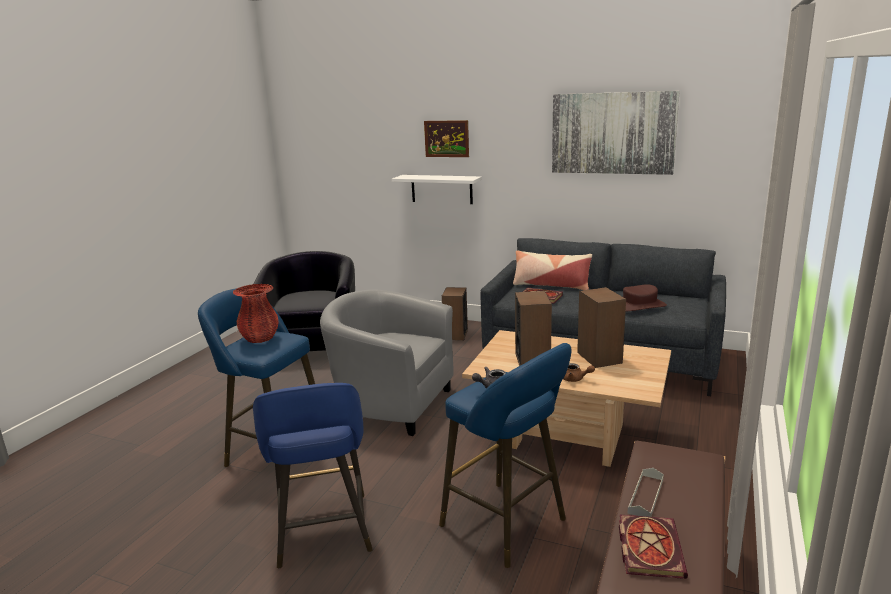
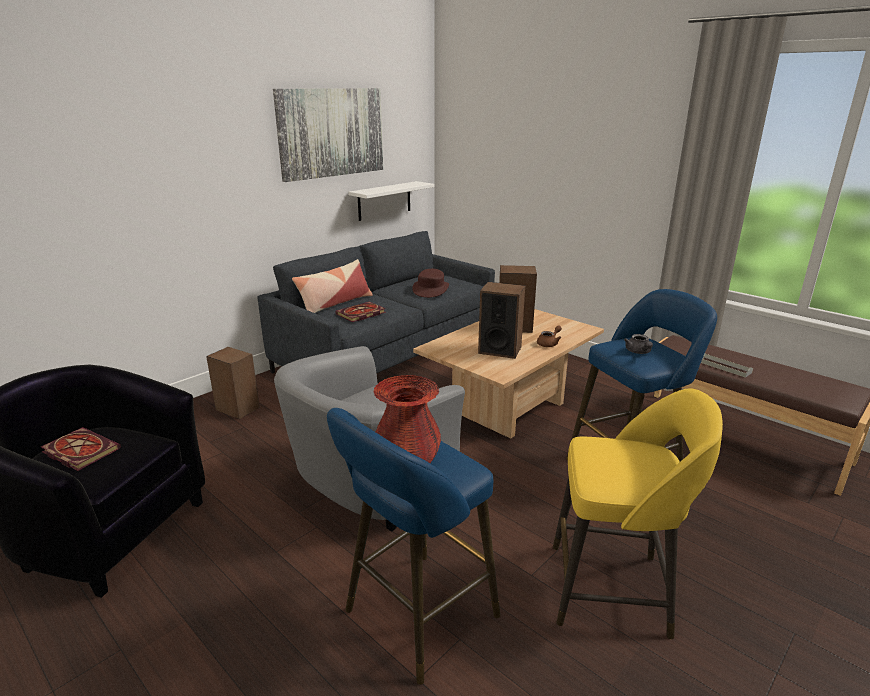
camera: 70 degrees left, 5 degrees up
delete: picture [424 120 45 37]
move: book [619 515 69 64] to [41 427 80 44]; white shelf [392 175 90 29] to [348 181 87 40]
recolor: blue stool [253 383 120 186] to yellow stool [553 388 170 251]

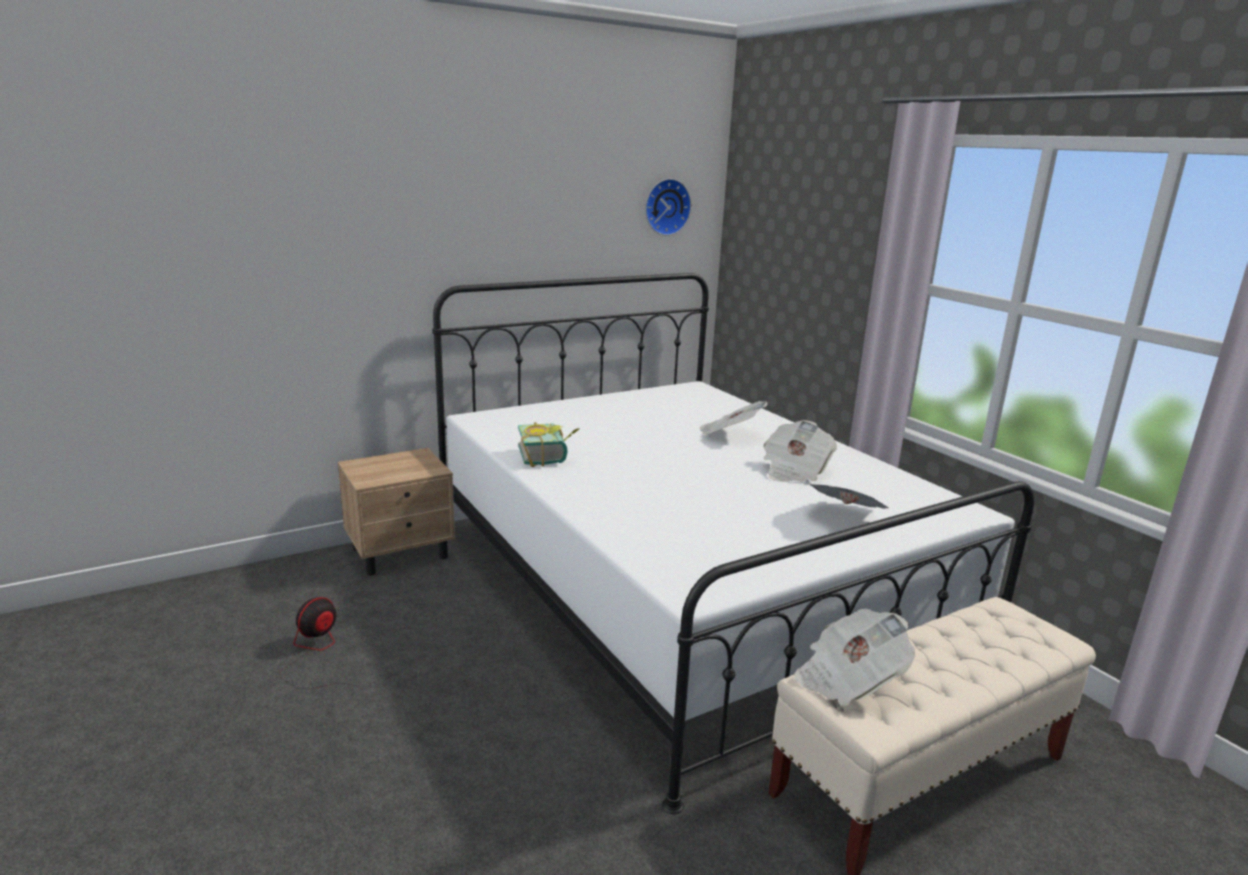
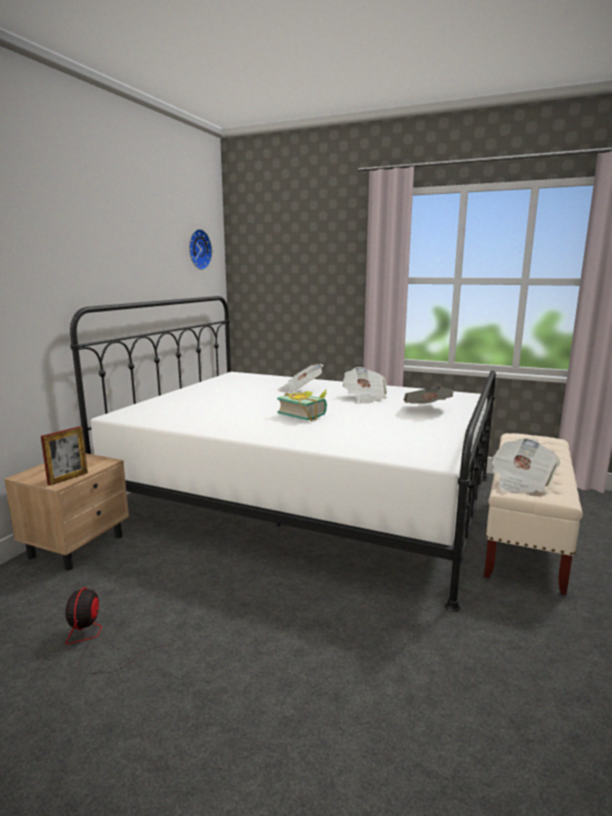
camera: 35 degrees left, 5 degrees down
insert: picture frame [41 426 47 60]
move: book [518 422 61 45] to [277 390 50 31]

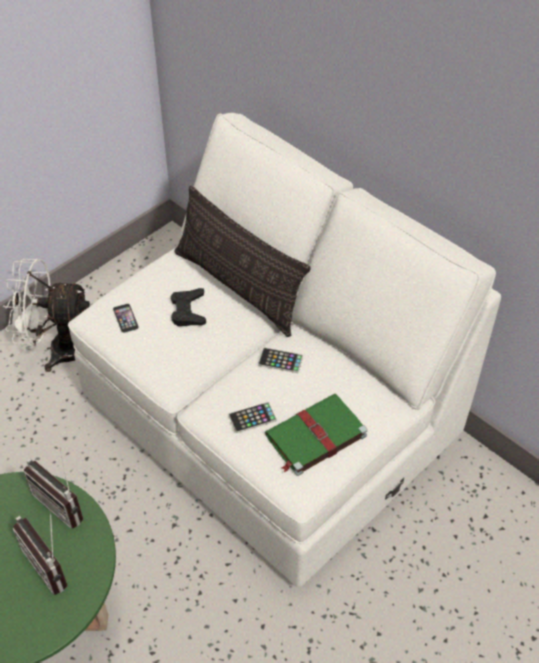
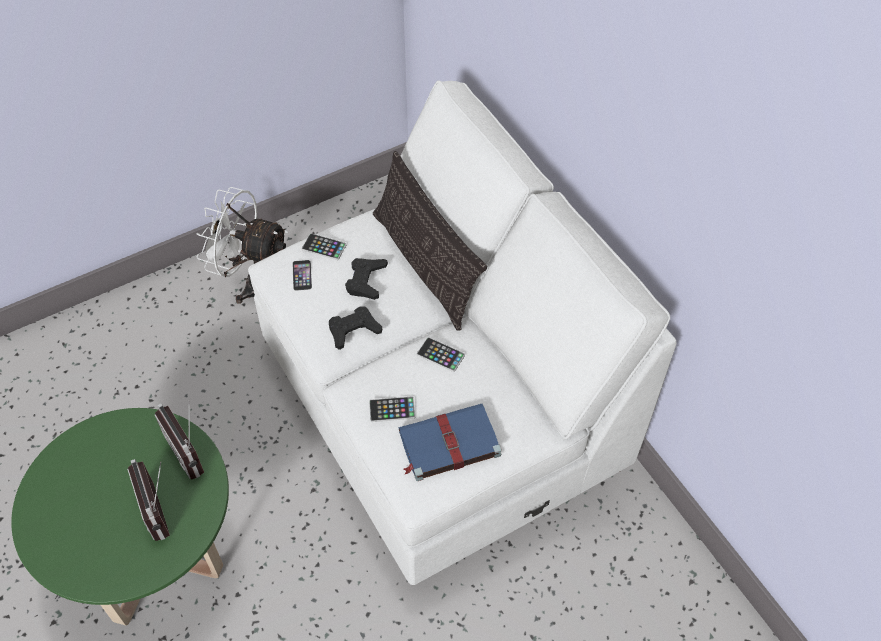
camera: 15 degrees right, 5 degrees up
insert: phone [302 233 44 27]; black game controller [329 307 53 43]
recolor: green book [265 394 102 82] to blue book [399 404 103 77]

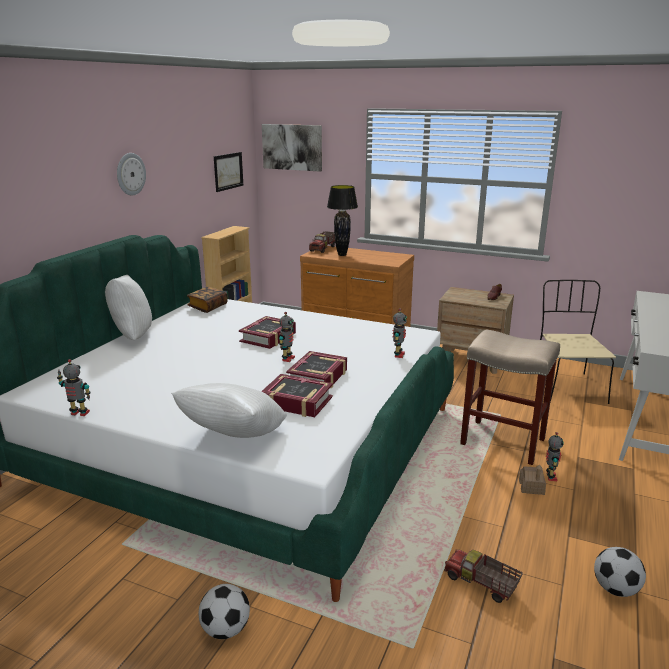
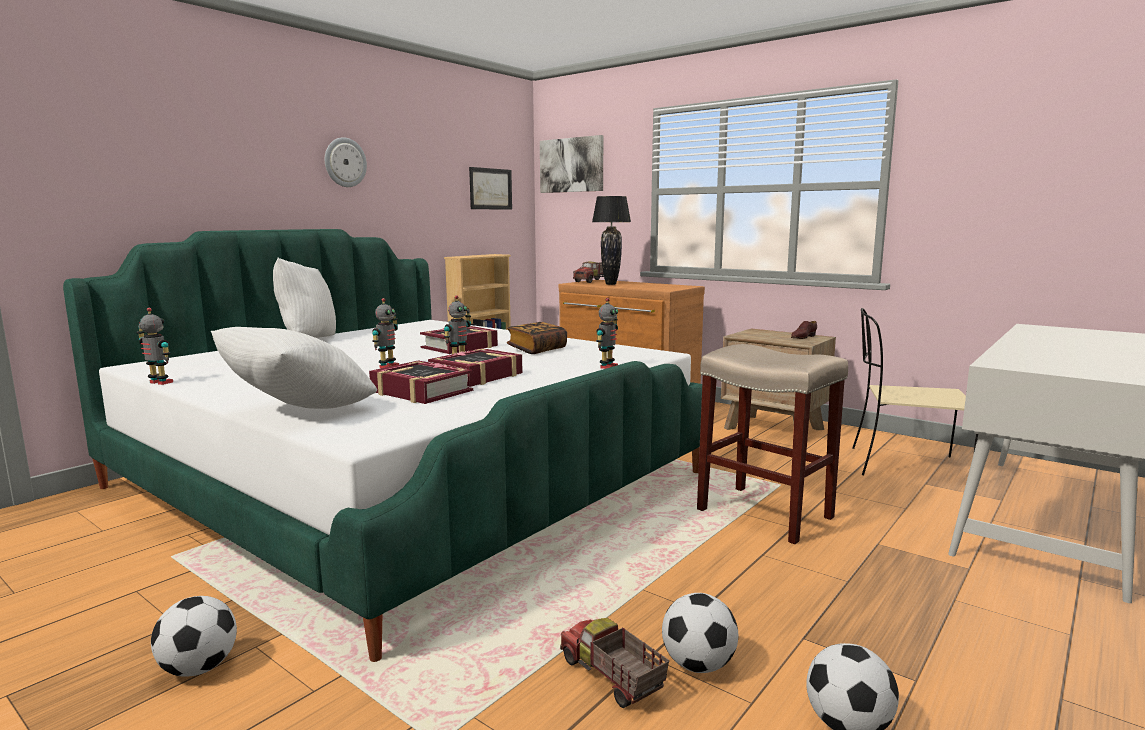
camera: 15 degrees right, 10 degrees down
delete: toy house [519 464 27 31]
insert: football [662 593 76 80]
move: toy robot [546 432 18 49] to [372 298 27 70]; book [187 287 41 26] to [507 322 60 32]
rotate: beige chair [540 280 76 124] = [852 308 126 167] 90 degrees counterclockwise

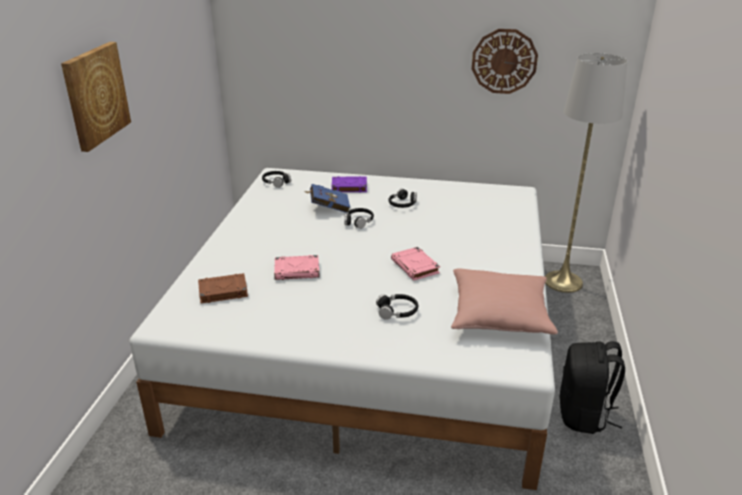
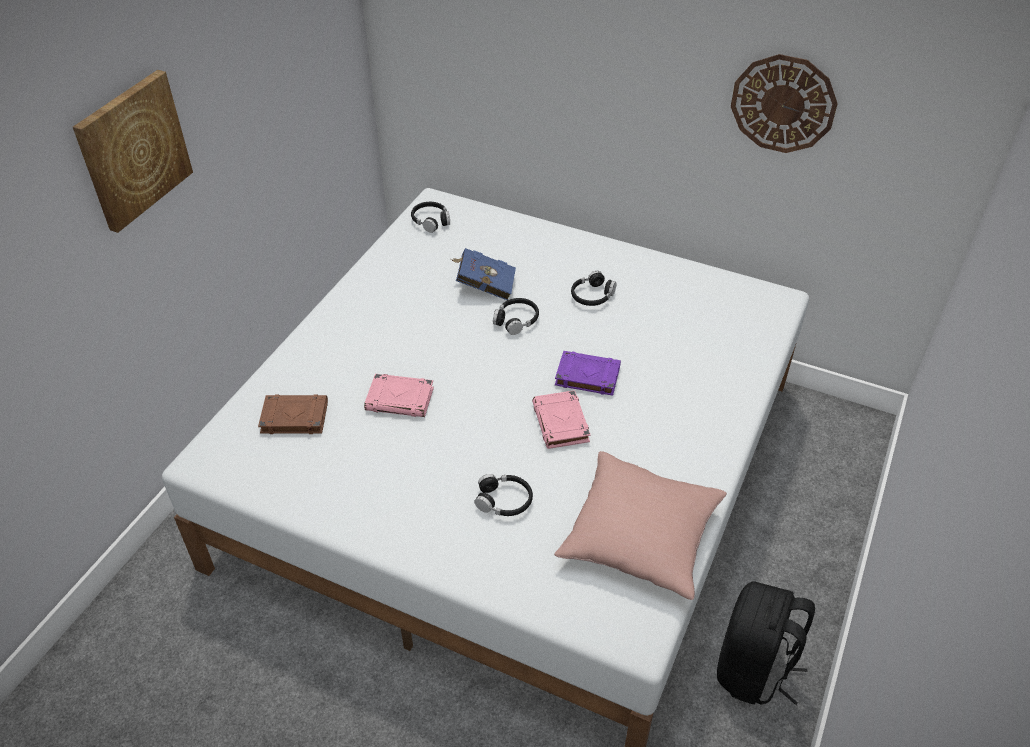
camera: 15 degrees right, 15 degrees up
delete: grey floor lamp [545 53 82 240]
move: purple book [331 176 36 17] to [555 351 66 45]

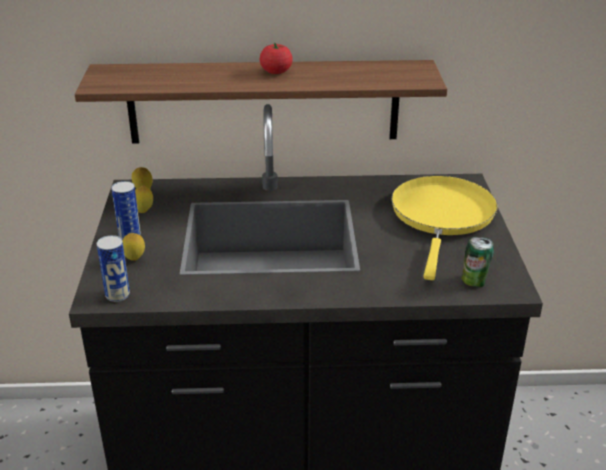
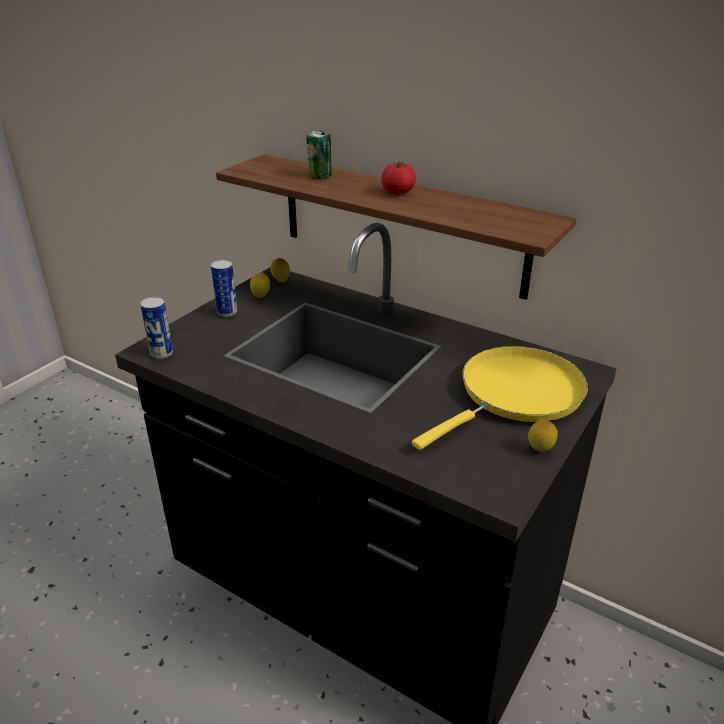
camera: 35 degrees right, 0 degrees up
move: can [461 236 33 51] to [306 131 26 48]; lemon [122 233 23 28] to [528 420 30 32]

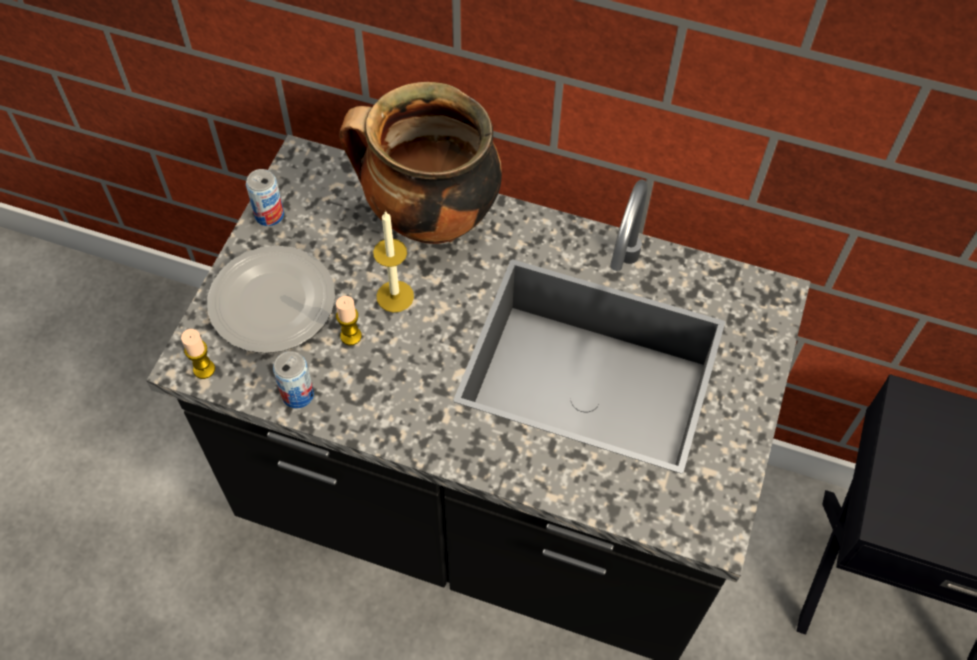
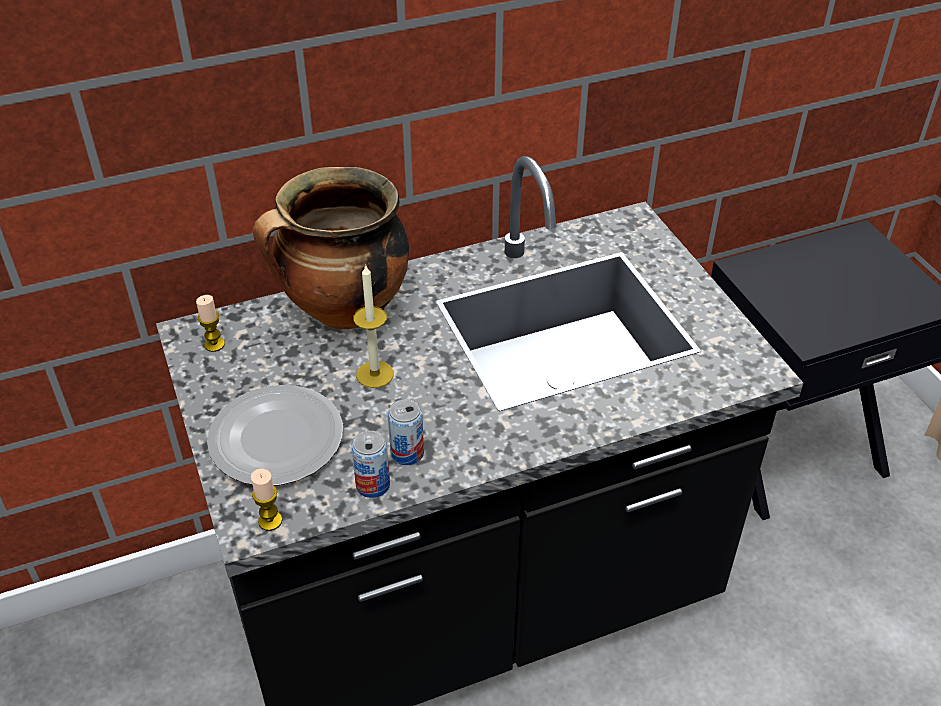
camera: 40 degrees left, 15 degrees down
move: candle [336 296 26 49] to [196 295 29 57]; can [246 169 38 57] to [388 399 36 66]

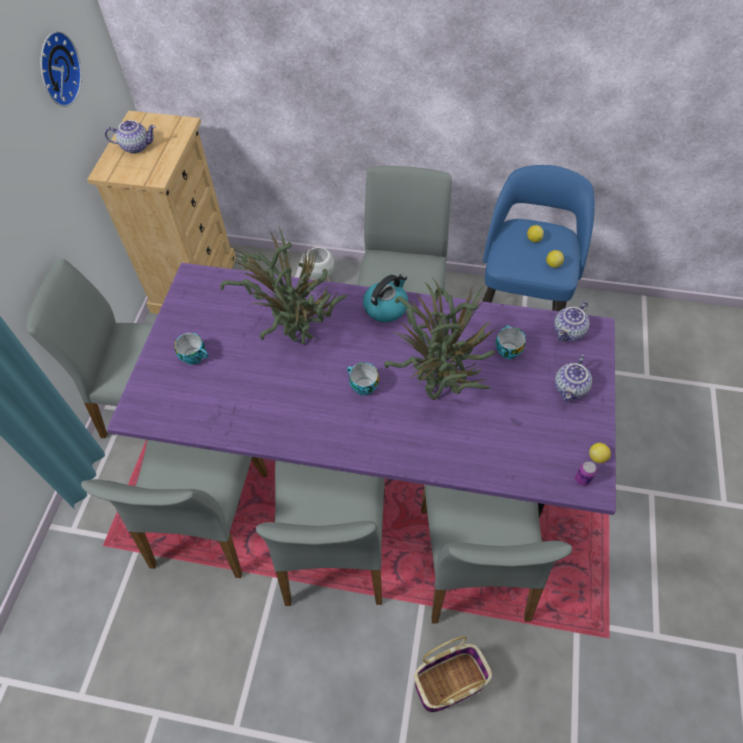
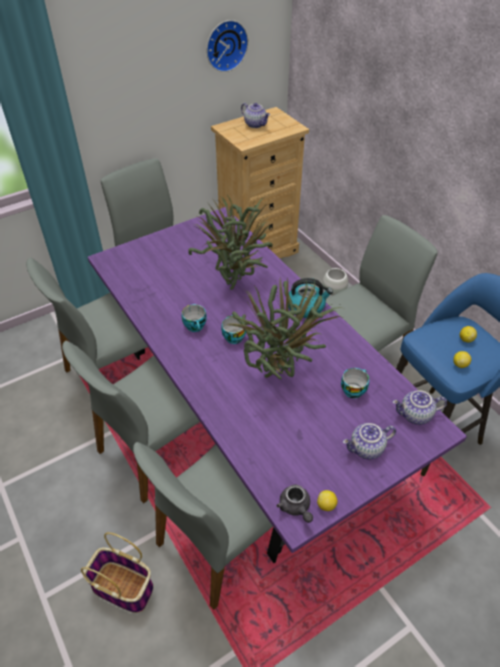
camera: 45 degrees right, 10 degrees down
move: cup [174 333 34 32] to [182 304 25 28]
replace: can [575 461 22 25] to grey teapot [277 485 36 38]

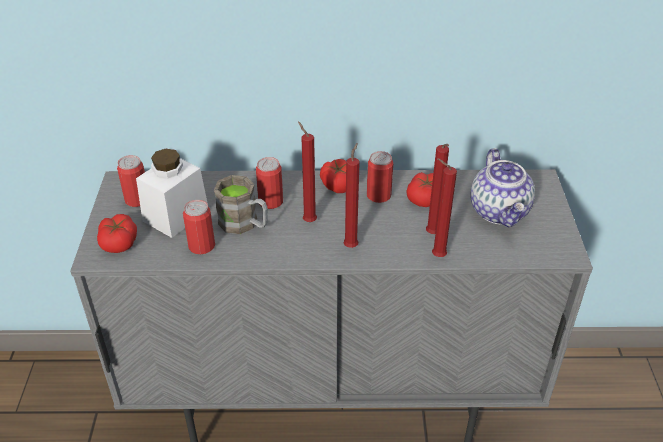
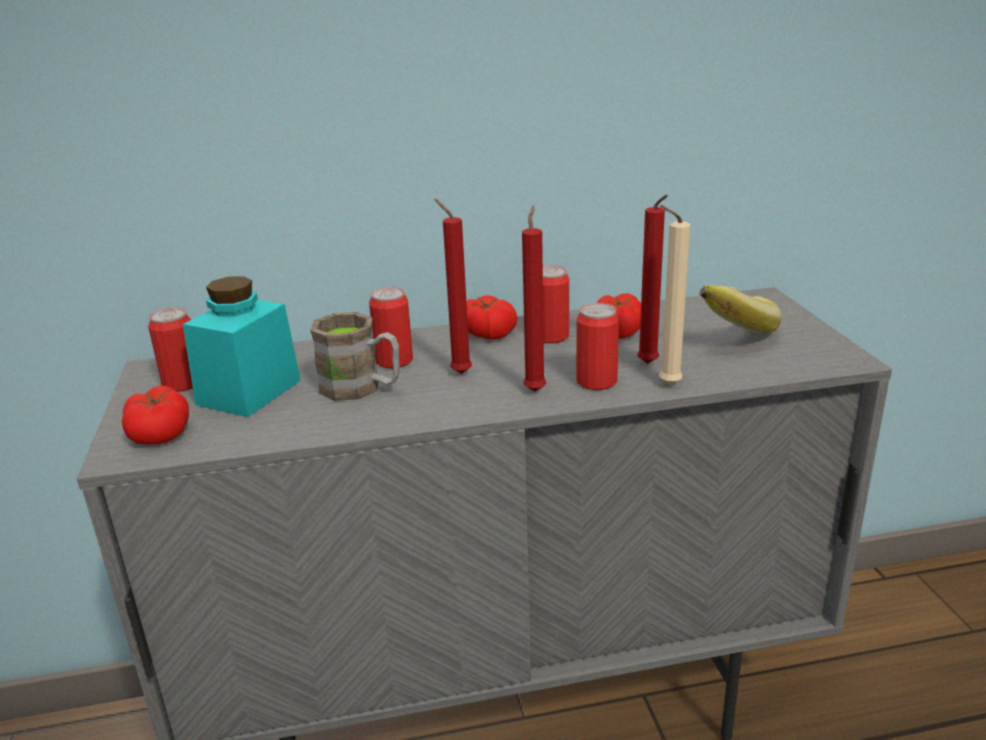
camera: 10 degrees left, 15 degrees down
move: can [183 200 32 54] to [576 303 43 87]
replace: teapot [470 148 65 80] to banana [699 285 83 49]
recolor: white jar [136 149 72 89] to turquoise jar [183 276 118 141]; red candle [432 158 25 99] to beige candle [659 205 31 180]

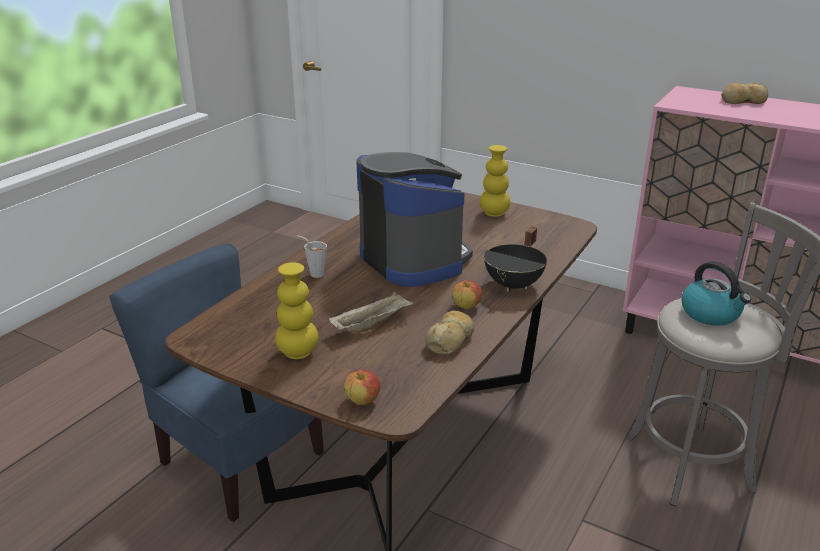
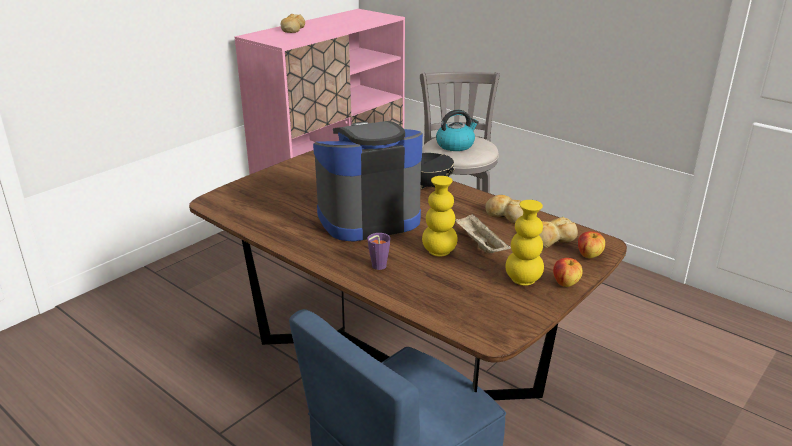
camera: 80 degrees left, 0 degrees up
insert: bread [539 217 39 31]
move: yellow vase [480 145 30 72] to [422 176 36 81]; apple [452 280 30 29] to [553 258 30 29]
recolor: grey cup [297 235 30 43] to purple cup [367 233 23 37]

